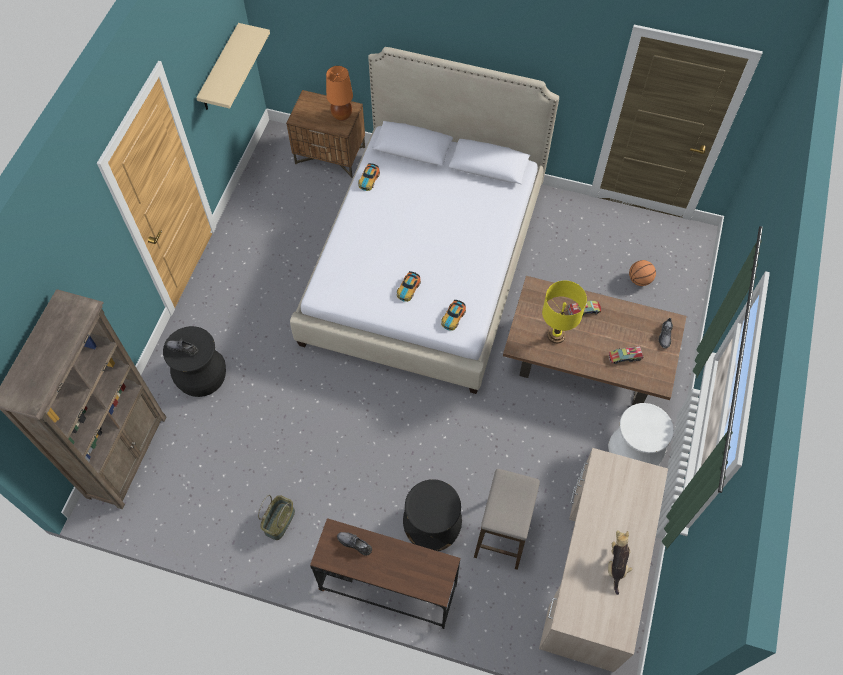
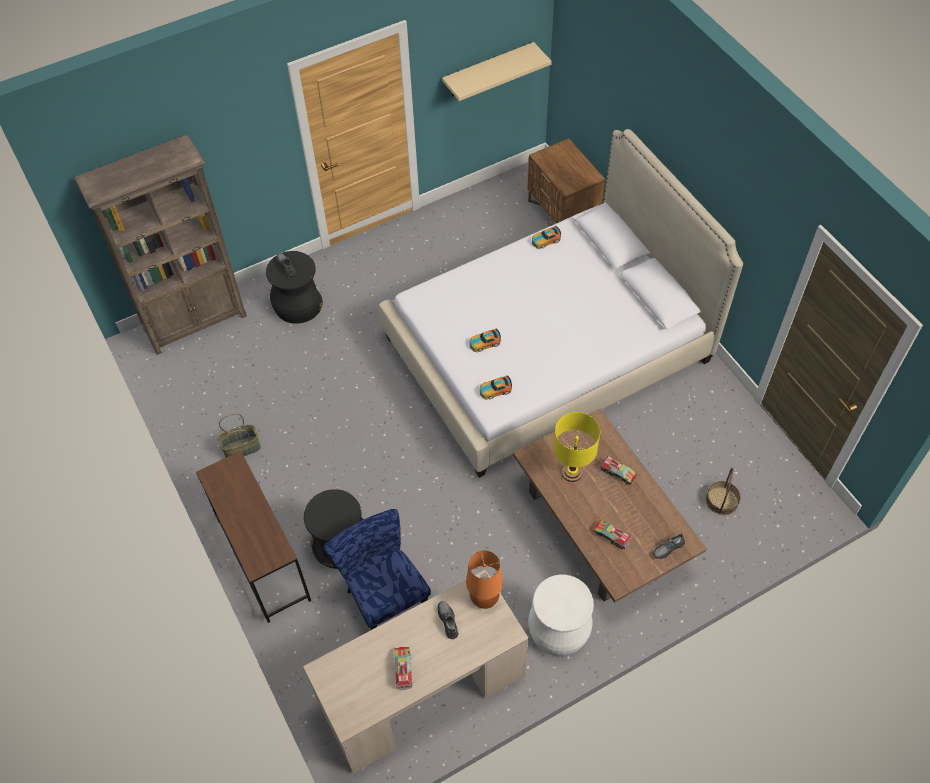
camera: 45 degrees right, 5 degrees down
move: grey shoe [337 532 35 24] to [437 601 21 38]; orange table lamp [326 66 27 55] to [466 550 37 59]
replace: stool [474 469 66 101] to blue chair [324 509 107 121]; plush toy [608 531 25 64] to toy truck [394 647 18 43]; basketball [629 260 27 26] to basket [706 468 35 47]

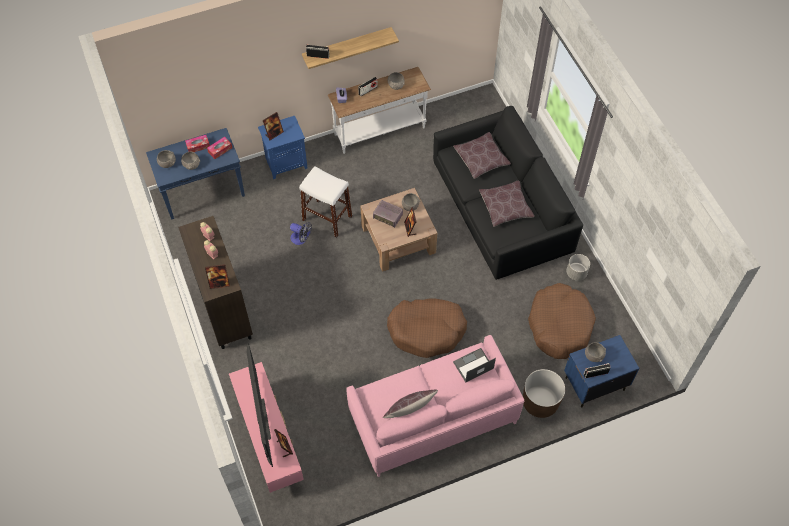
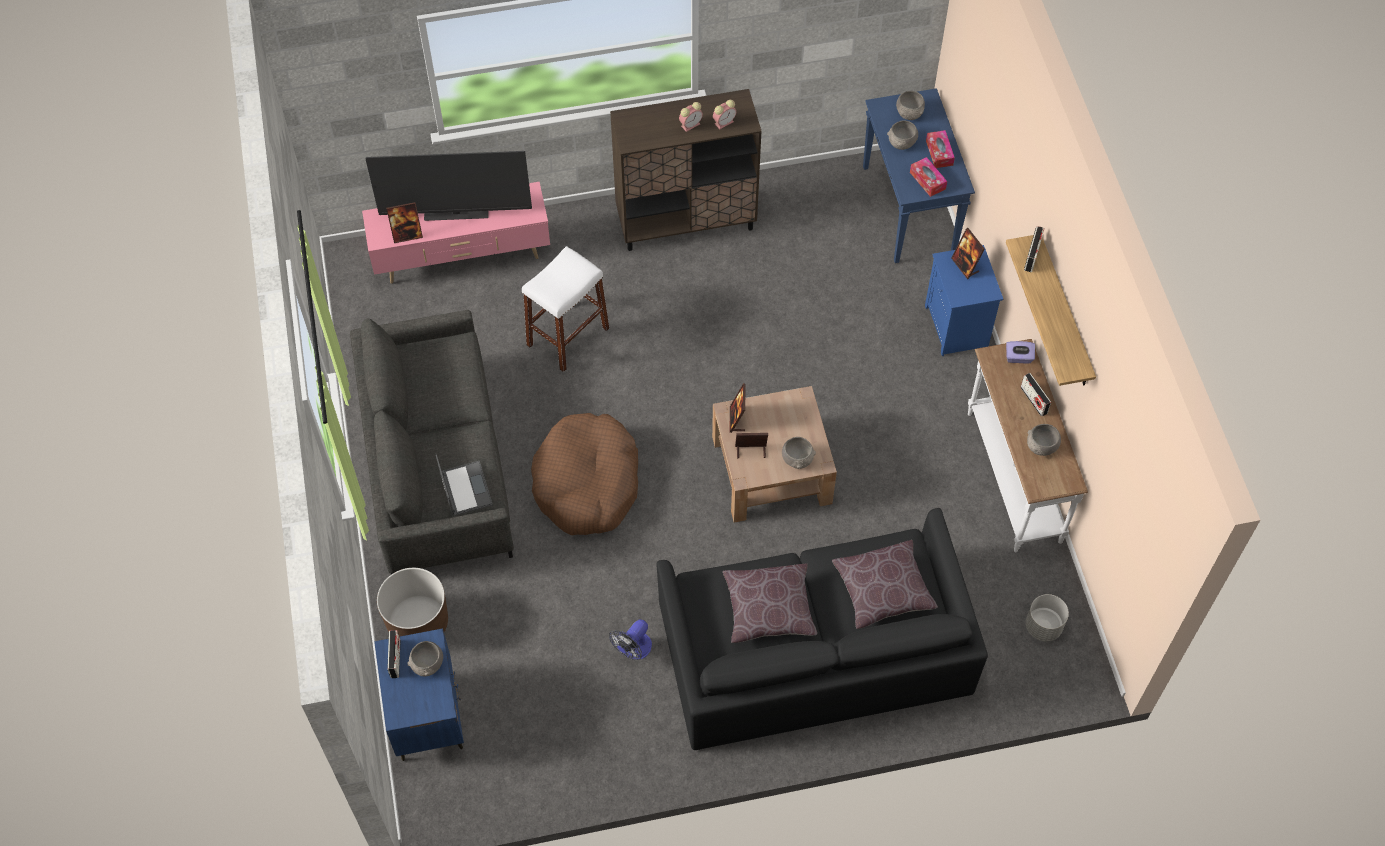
camera: 100 degrees right, 0 degrees up
delete: radio [373 200 30 28]; brown pillow [383 390 55 28]; brown dog bed [528 283 68 76]
move: white stool [299 166 53 71] to [522 246 87 126]; fan [290 222 22 23] to [609 619 43 41]; picture frame [205 264 25 25] to [730 383 15 50]; grey planter [567 254 23 27] to [1026 594 43 47]
recolor: pink sofa [346 335 178 142] to grey sofa [350 310 164 264]

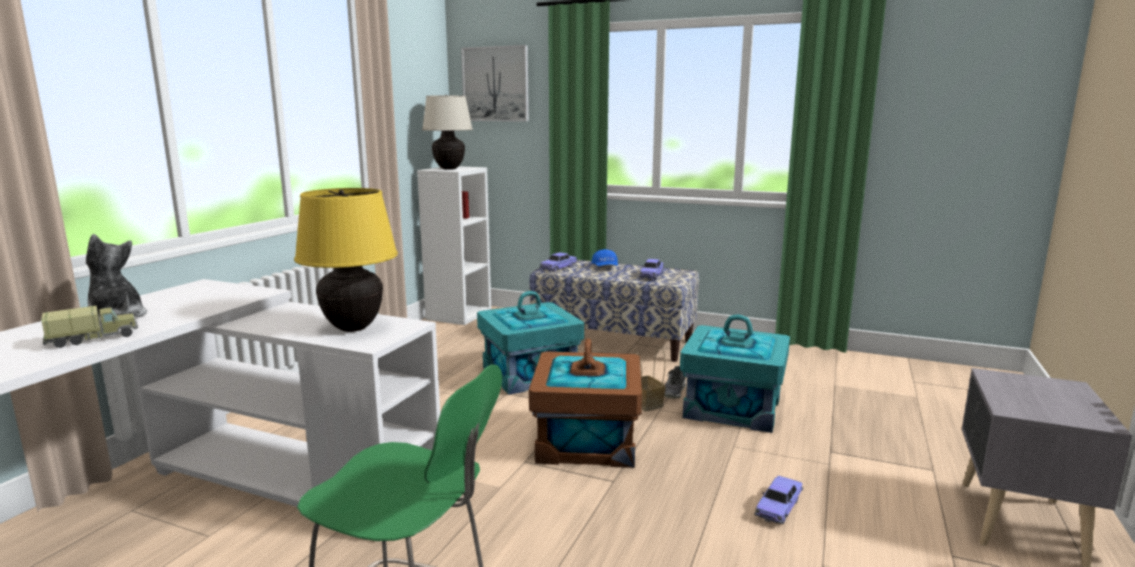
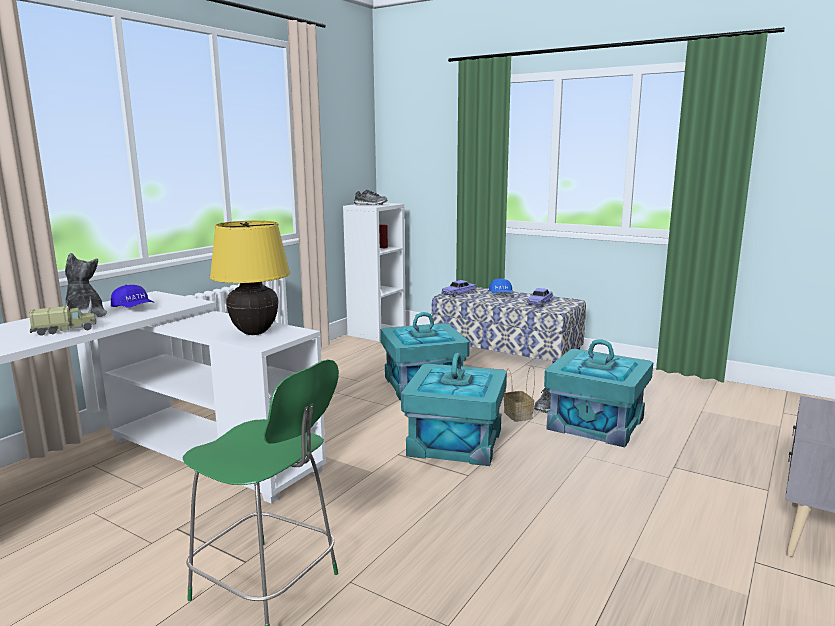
camera: 10 degrees right, 0 degrees up
delete: picture [461 45 68 77]; toy car [754 476 49 48]
insert: blue cap [111 285 42 23]
replace: beige table lamp [422 95 51 75] to shoe [354 190 33 15]
recolor: brown storage box [529 338 113 130] to turquoise storage box [401 353 106 113]

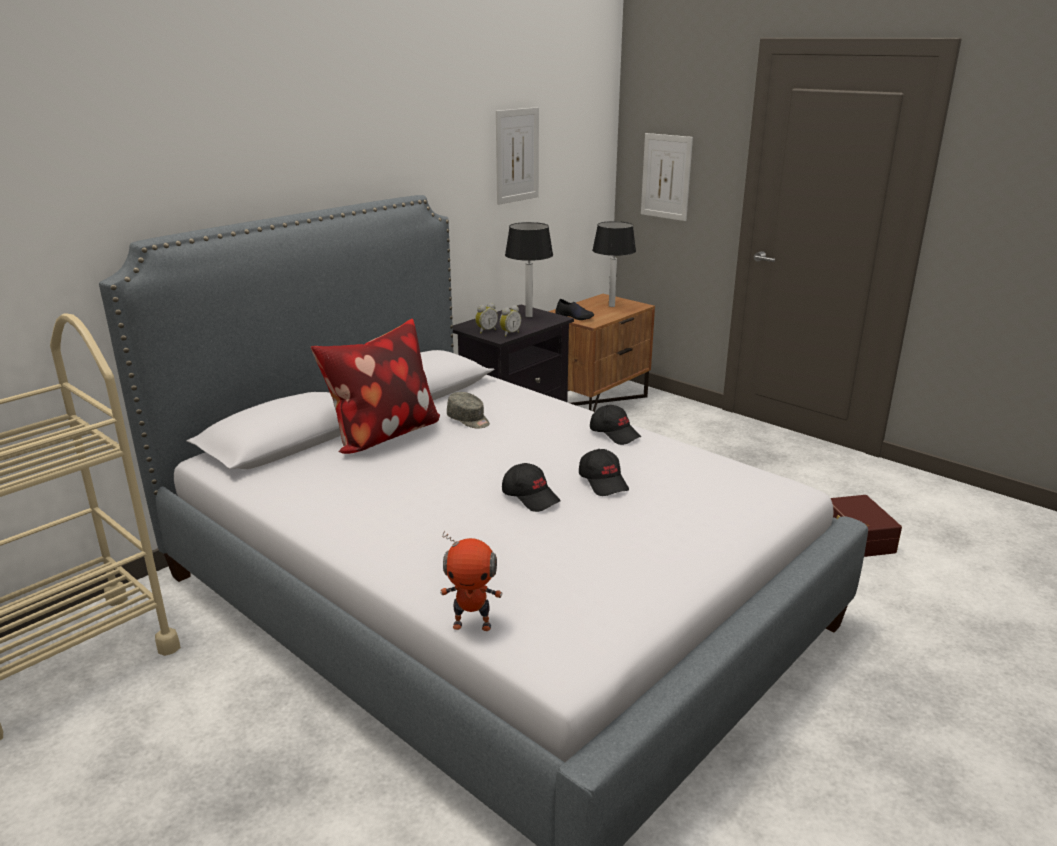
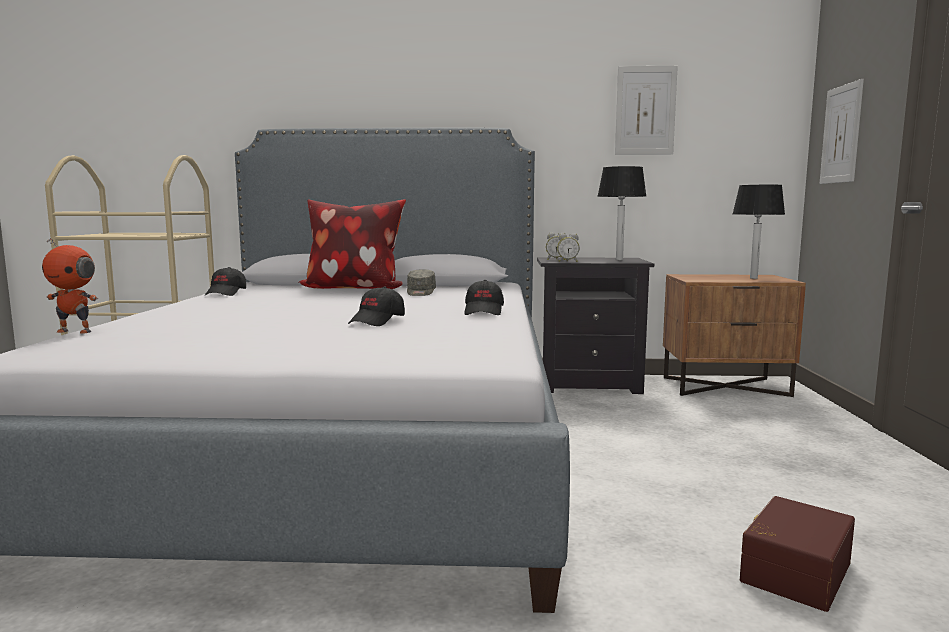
camera: 50 degrees right, 15 degrees down
delete: black shoe [555 299 39 21]
move: black cap [502 463 59 49] to [205 267 41 29]
rotate: toy robot [440 531 63 100] = [42 238 56 96] 45 degrees counterclockwise

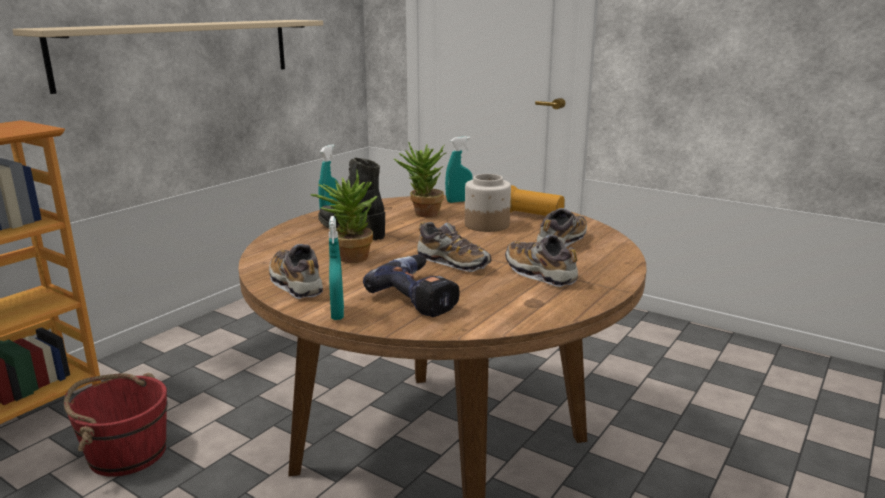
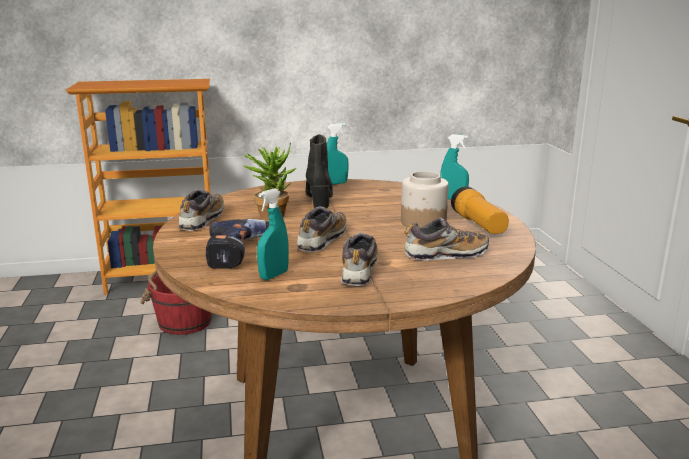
camera: 45 degrees right, 0 degrees up
delete: beige shelf [12 20 311 74]; potted plant [394 142 52 75]
move: turquoise spray bottle [329 216 15 104] to [257 188 32 92]
rotate: shoe [417 222 74 50] = [297 206 50 46] 150 degrees counterclockwise

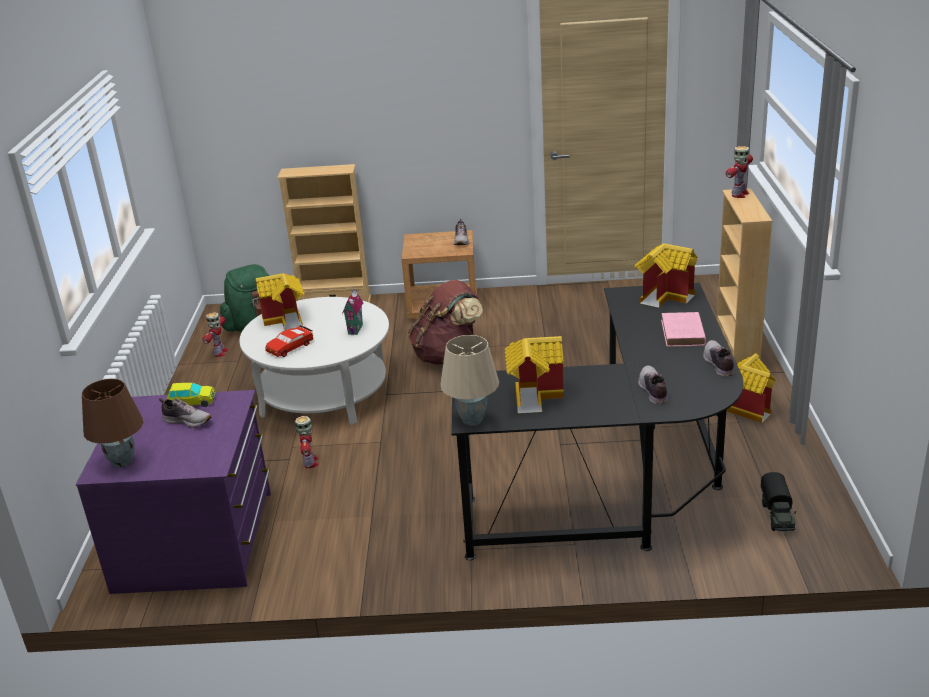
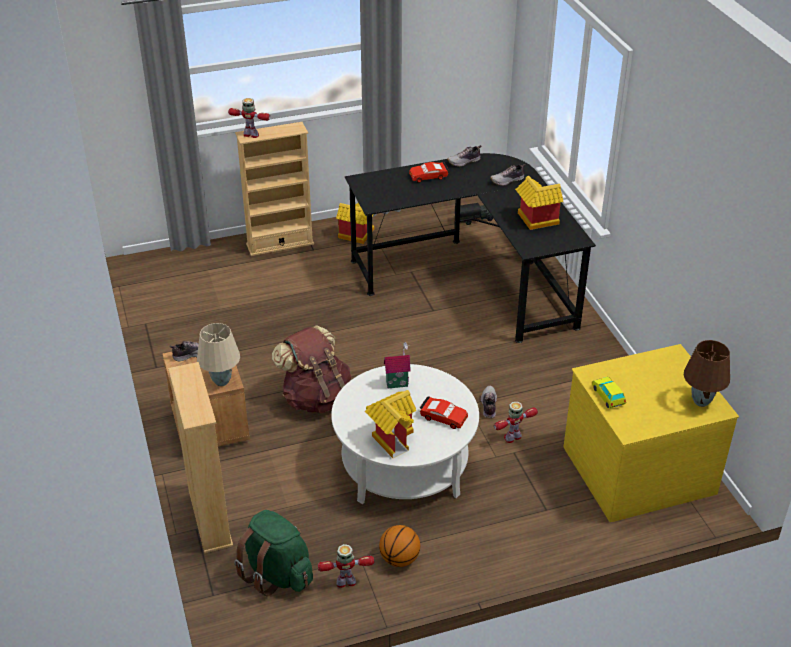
camera: 110 degrees left, 10 degrees up
delete: toy house [635 243 63 65]
insert: basketball [379 525 41 42]
move: beige table lamp [440 335 59 91] to [197 323 43 63]; shoe [158 398 54 30] to [481 386 16 32]
replace: pink book [661 312 45 35] to red toy car [409 162 40 21]
recolor: purple dresser [76 390 195 204] to yellow dresser [563 344 176 178]

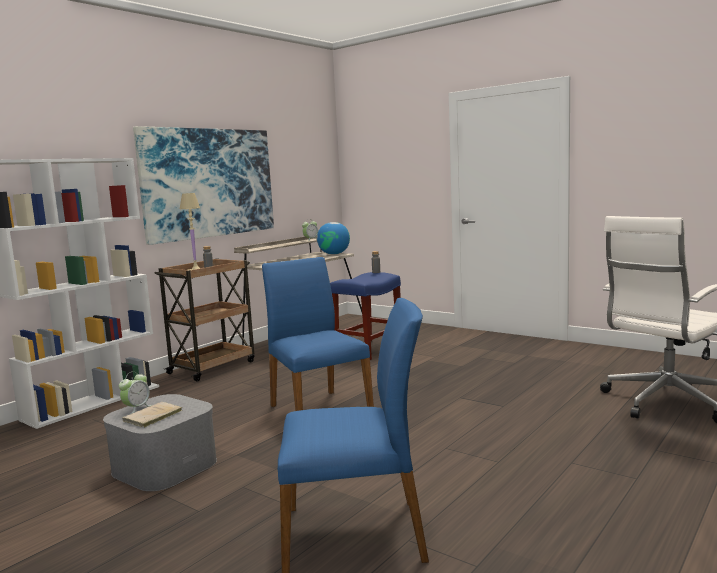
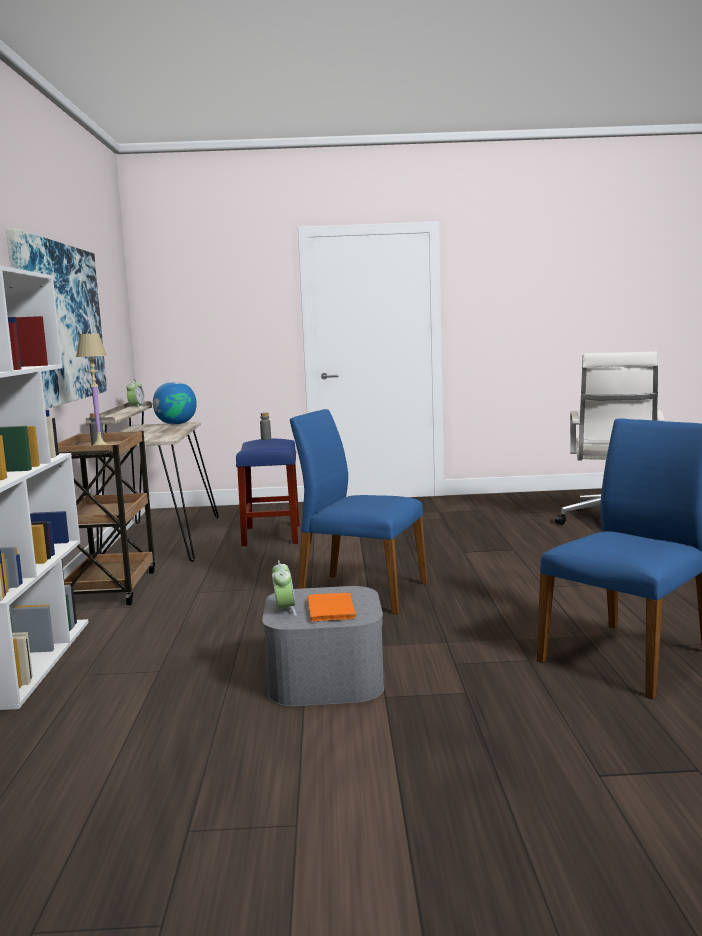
camera: 40 degrees left, 0 degrees up
recolor: beige book [122 402 60 26] to orange book [307 593 49 29]

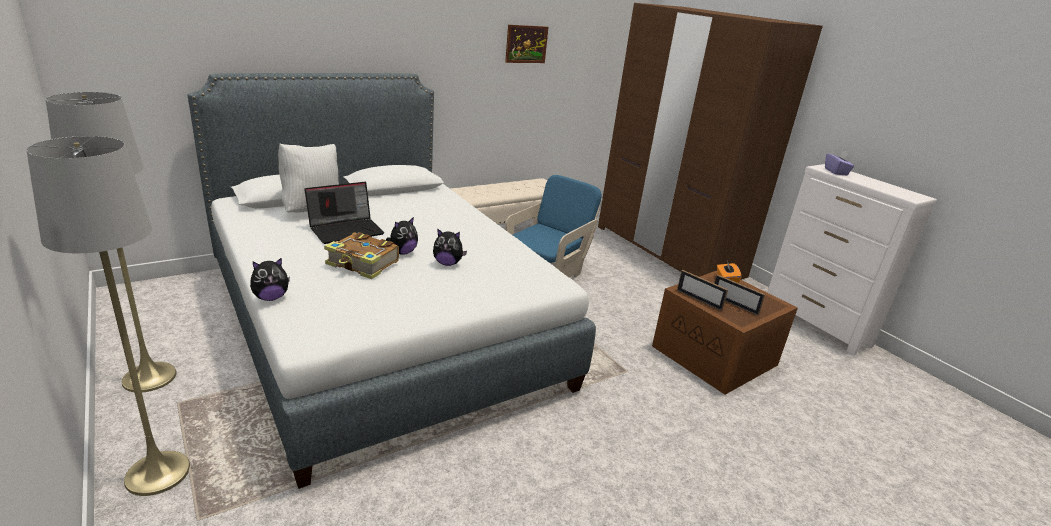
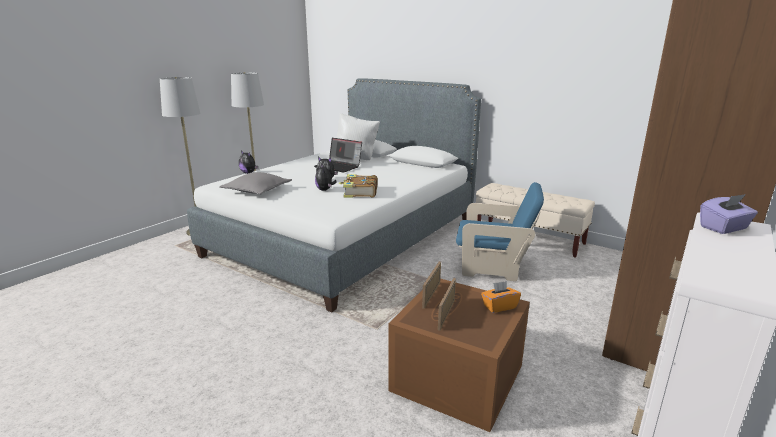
camera: 70 degrees right, 5 degrees down
delete: picture [505 25 43 38]
insert: grey pillow [219 172 73 22]
move: book [324 232 75 47] to [339 174 39 24]

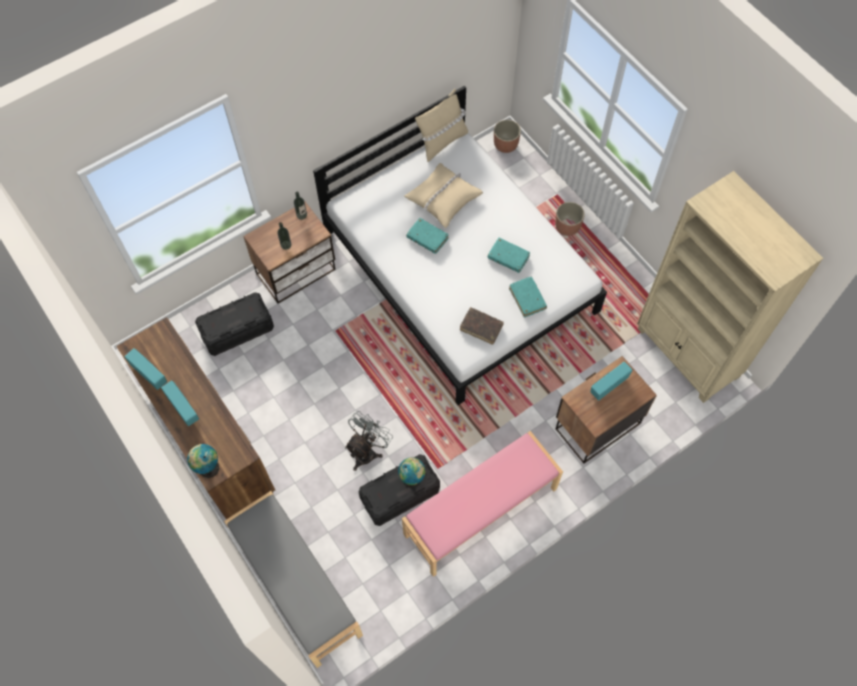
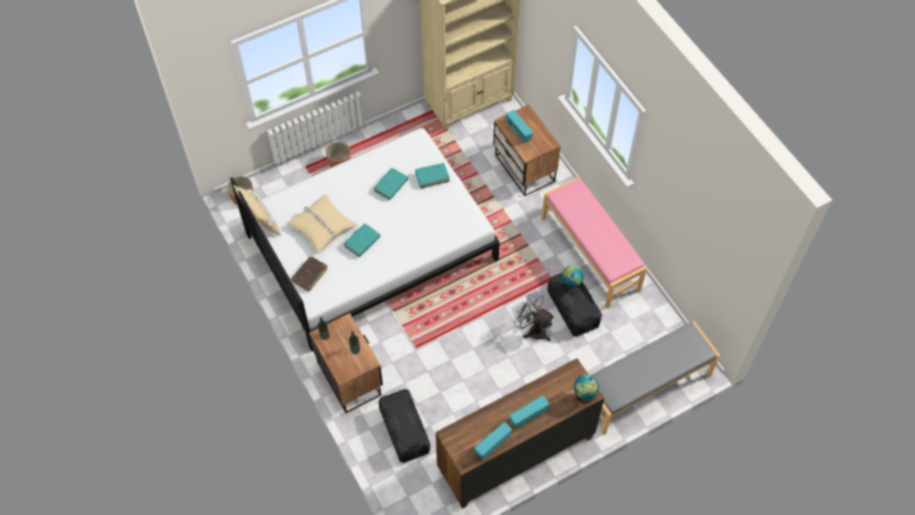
camera: 85 degrees left, 5 degrees down
move: brown book [460 307 44 38] to [291 256 37 35]

